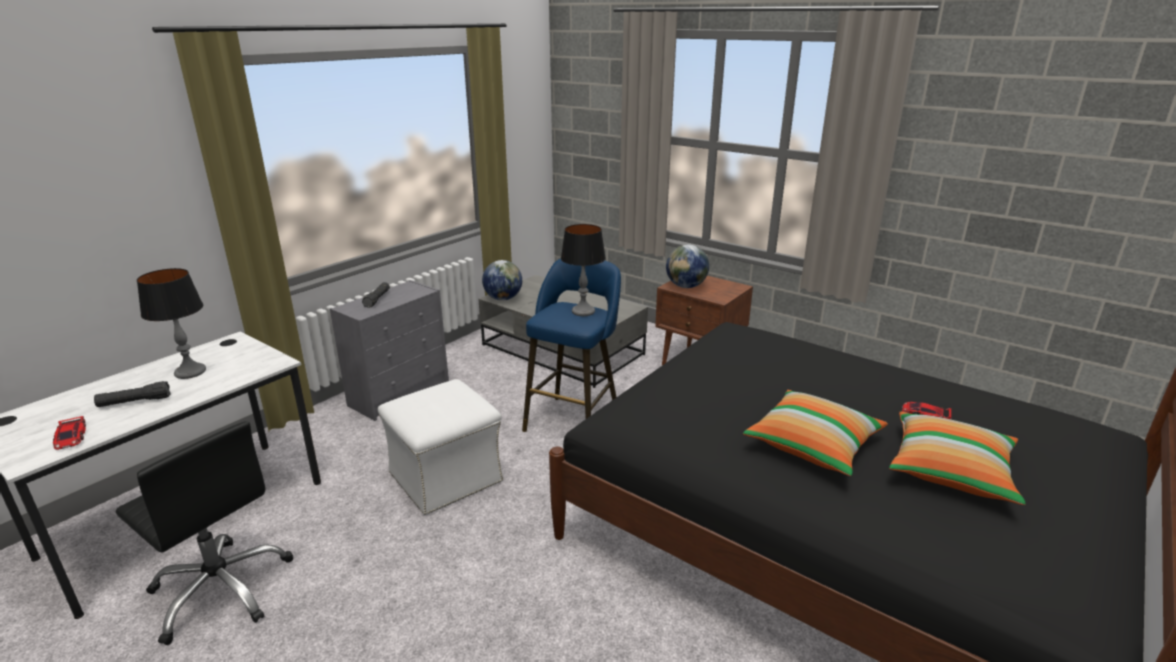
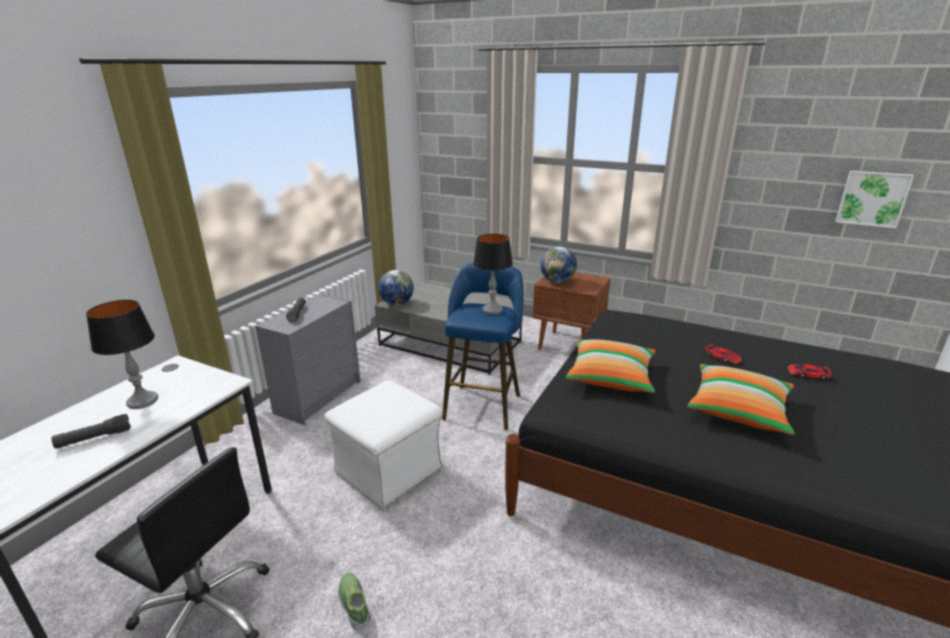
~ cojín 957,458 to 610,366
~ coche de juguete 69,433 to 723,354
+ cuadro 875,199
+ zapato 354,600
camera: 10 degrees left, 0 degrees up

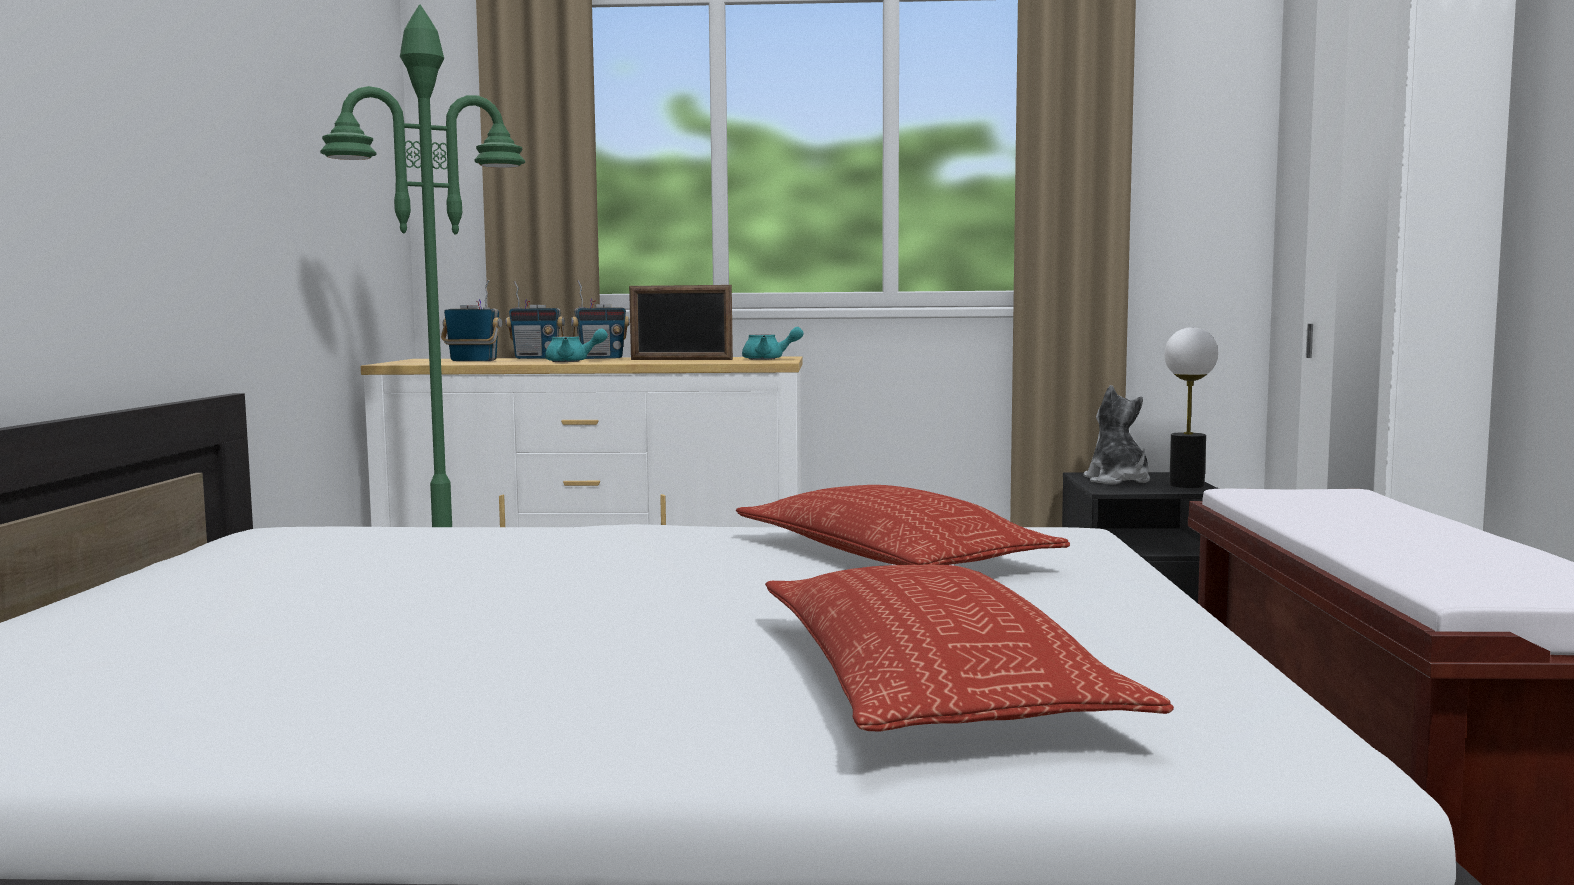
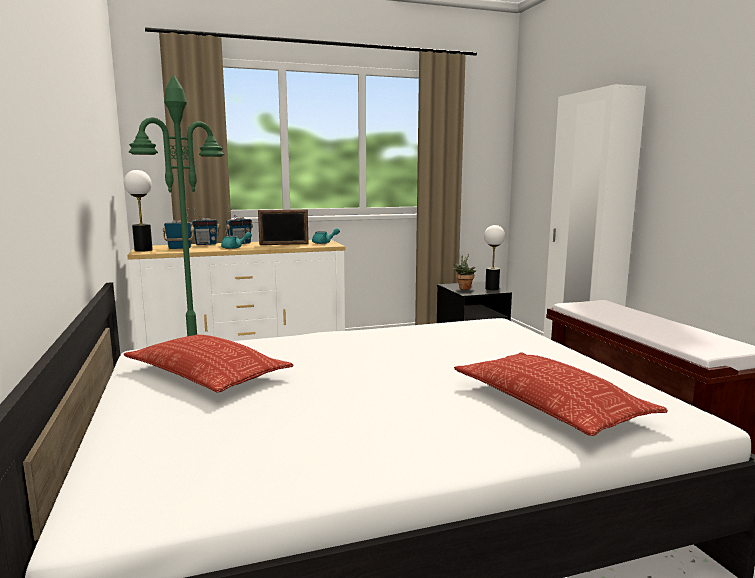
~ peluche 1116,435 to planta en maceta 464,271
~ cojín 903,525 to 208,363
+ lámpara de mesa 138,211
camera: 20 degrees left, 5 degrees up

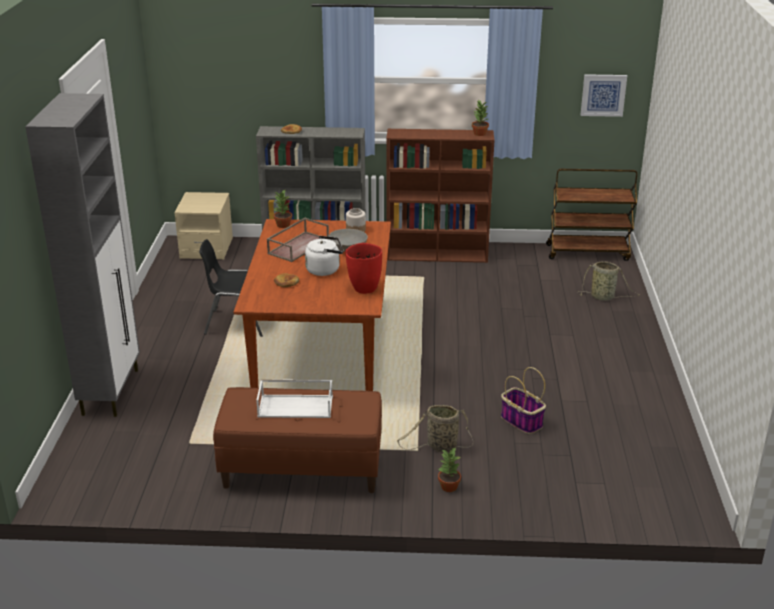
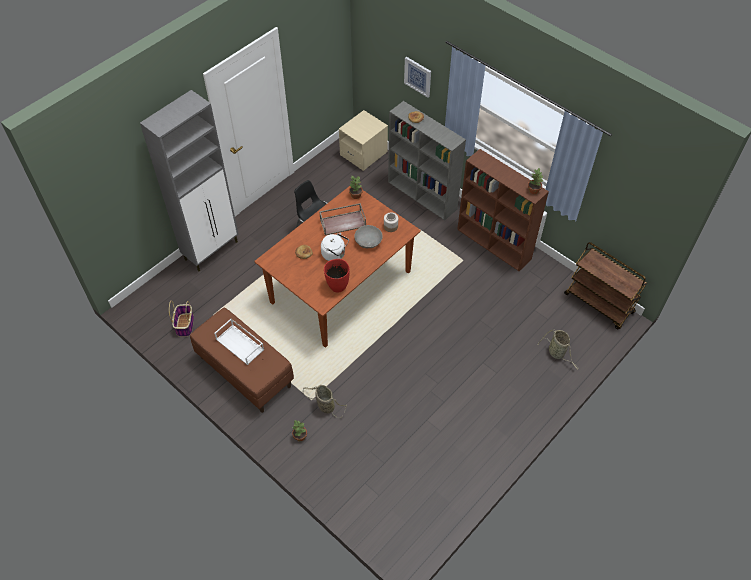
~ cuadro 604,95 to 417,77
~ cesta 523,400 to 181,318
camera: 40 degrees right, 25 degrees up

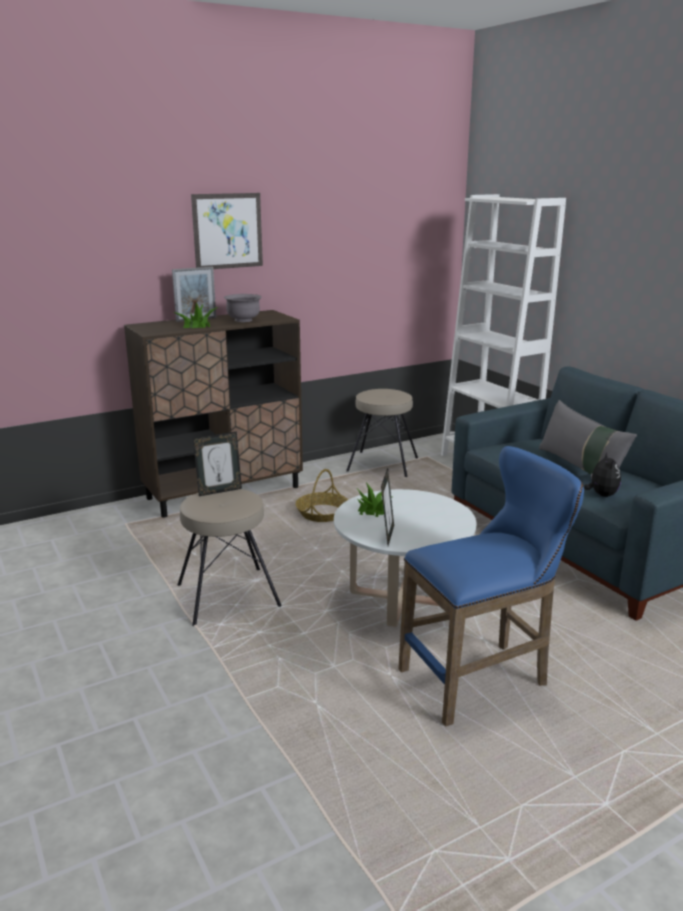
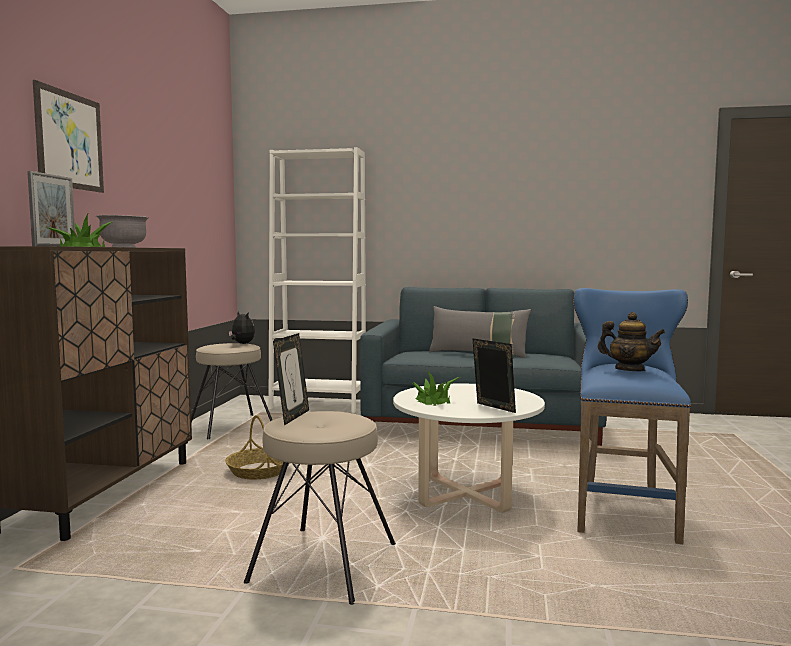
~ peluche 602,475 to 242,327
+ tetera 632,341
camera: 50 degrees left, 15 degrees down

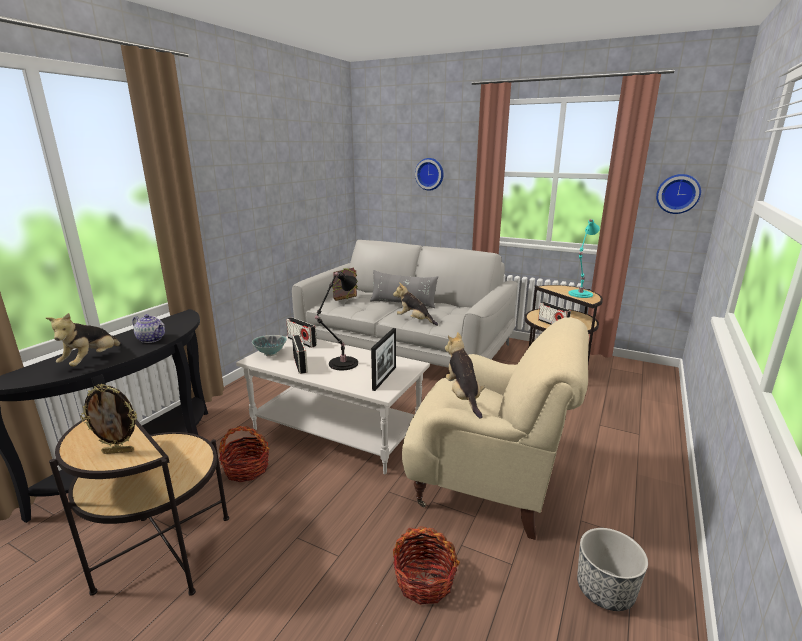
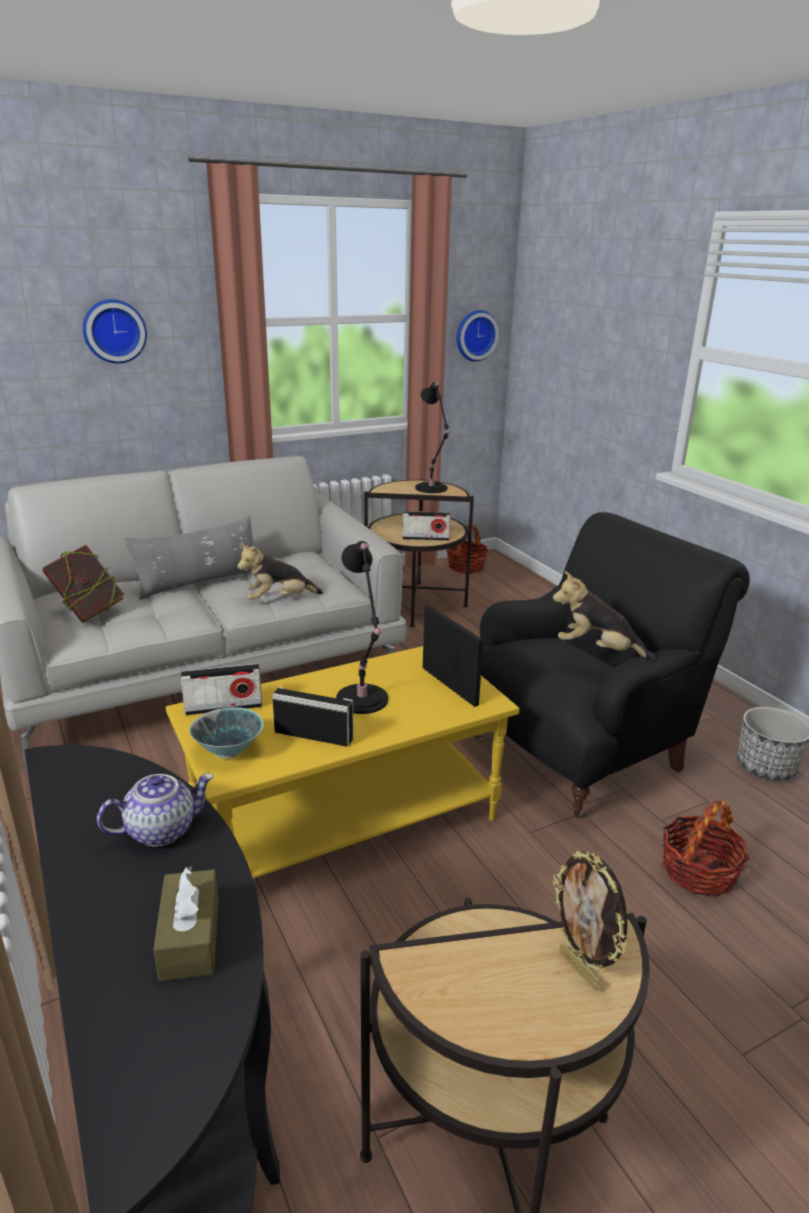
~ lámpara de mesa (turquesa) 584,258 to lámpara de mesa (negro) 433,437
~ peluche 84,339 to caja de pañuelos (marrón) 186,923
~ sillón (beis) 495,428 to sillón (negro) 612,665
~ mesa de centro (blanco) 333,405 to mesa de centro (amarillo) 343,762
~ portarretratos 108,419 = 590,920 120 degrees clockwise
~ cesta 244,454 to 468,549
camera: 55 degrees left, 5 degrees up

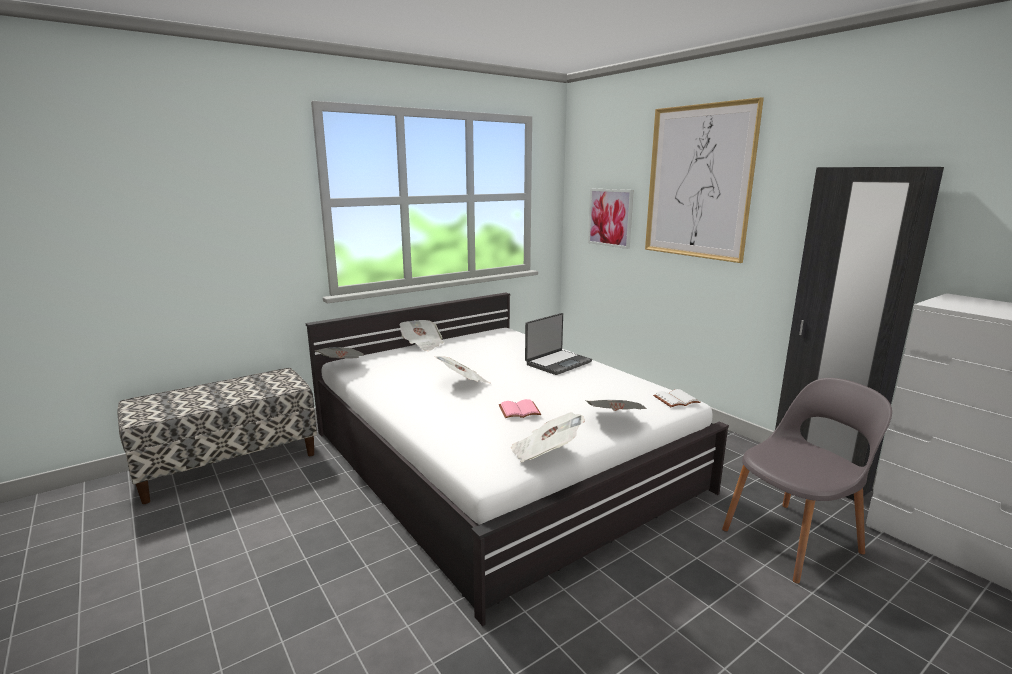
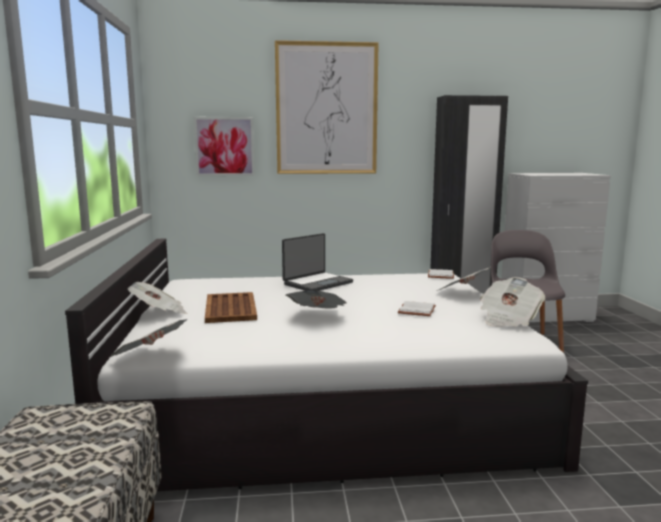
~ portátil 558,344 = 317,262 60 degrees clockwise
~ libro (rosa) 520,408 to libro (blanco) 417,308
+ bandeja (marrón) 231,307
camera: 60 degrees left, 5 degrees down

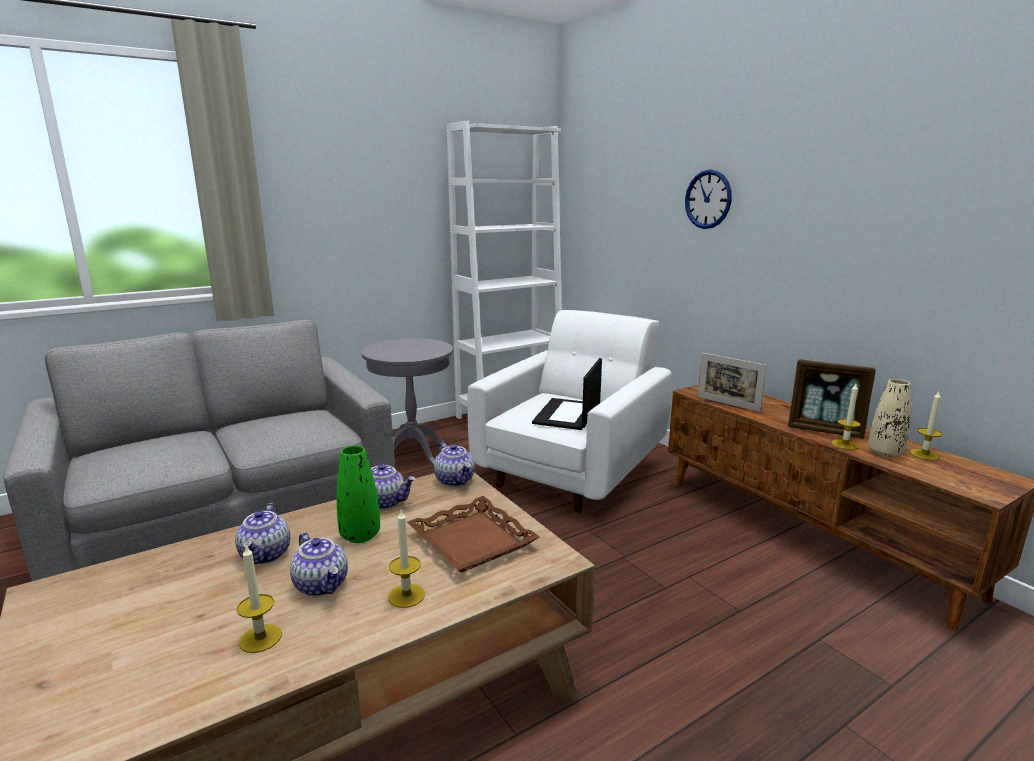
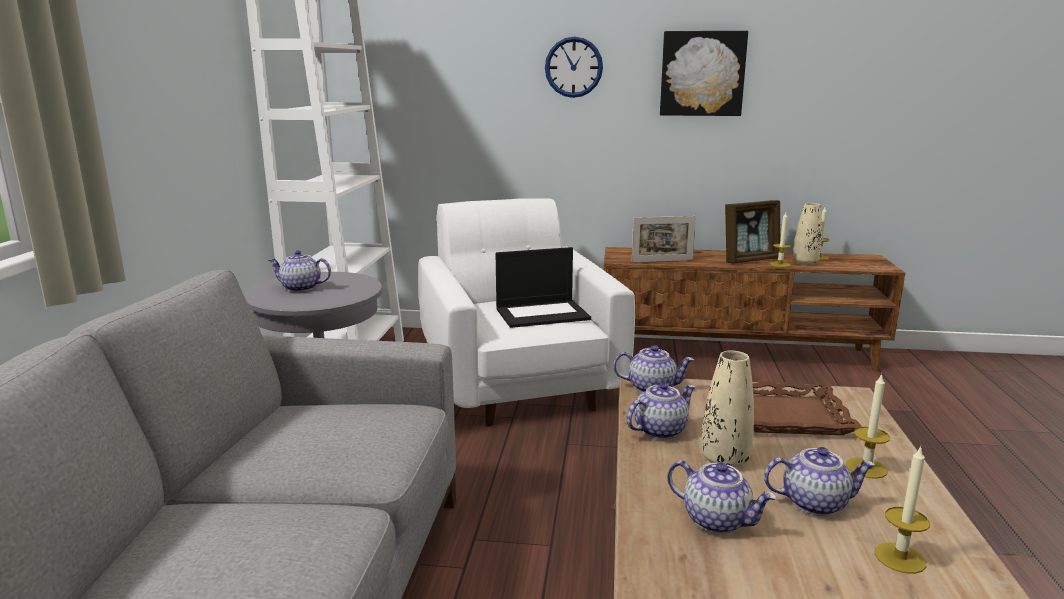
~ portátil 567,394 = 543,287 75 degrees counterclockwise
~ florero (verde) 358,494 to florero (beis) 727,409
+ cuadro 704,73
+ tetera 299,271
camera: 50 degrees left, 0 degrees up

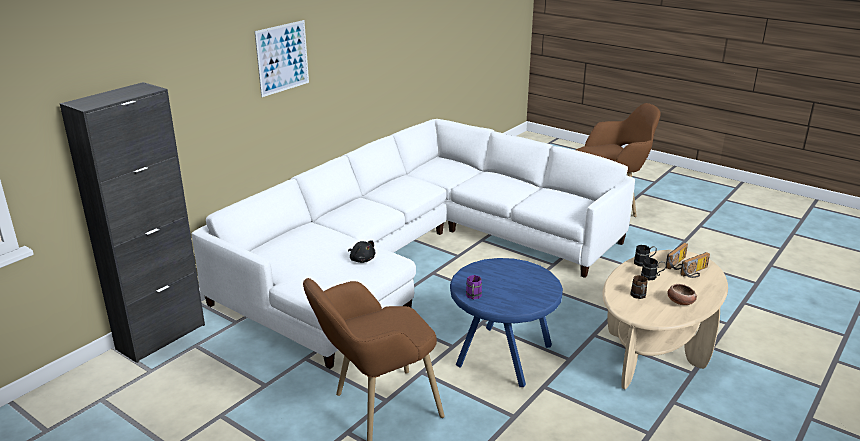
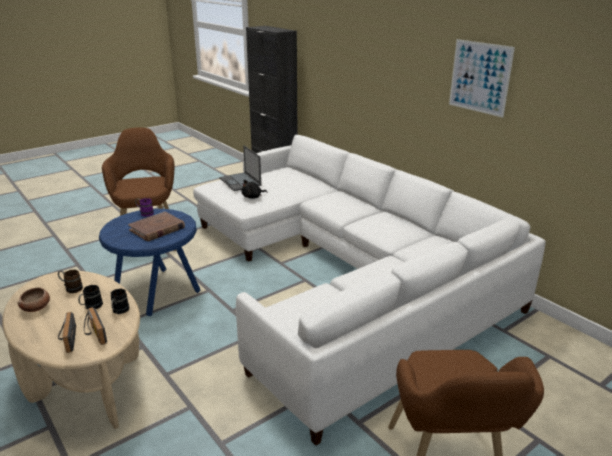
~ cuadro 282,58 to 482,78
+ portátil 240,168
+ libro (marrón) 156,226
camera: 105 degrees right, 0 degrees up

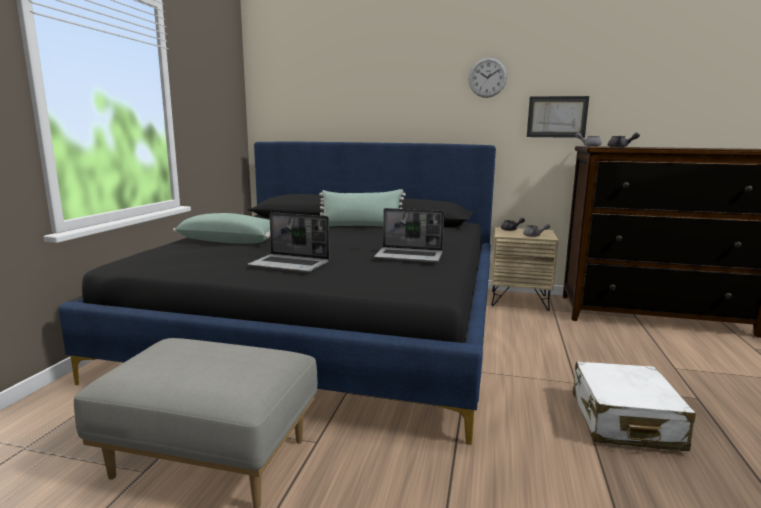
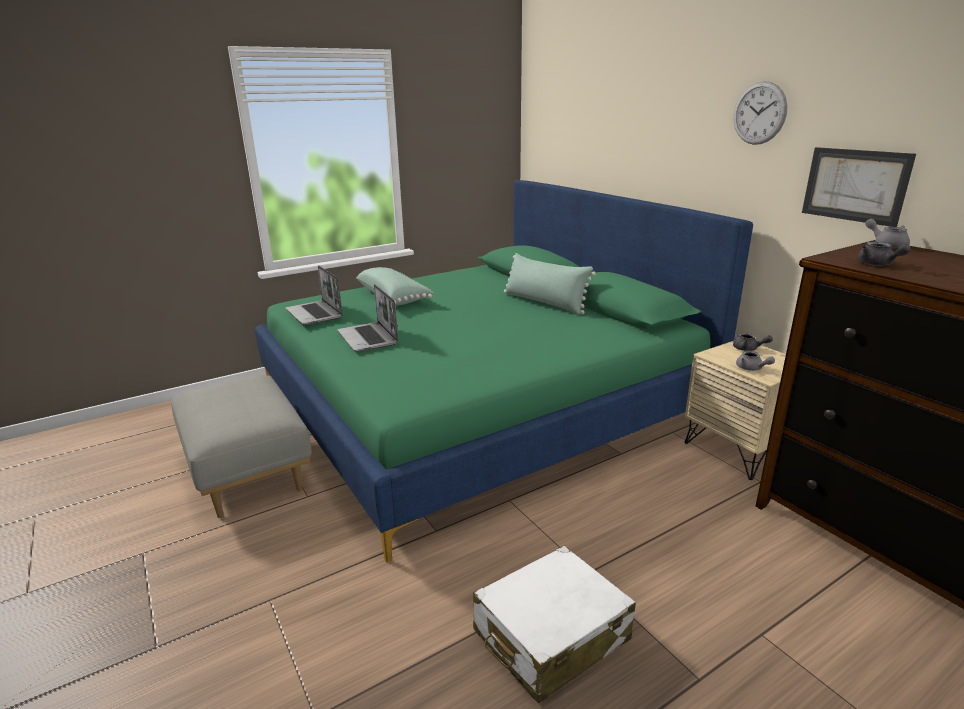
~ cama (negro) 277,293 to cama (verde) 504,371
~ portátil 409,235 to 314,295
camera: 45 degrees right, 10 degrees up

